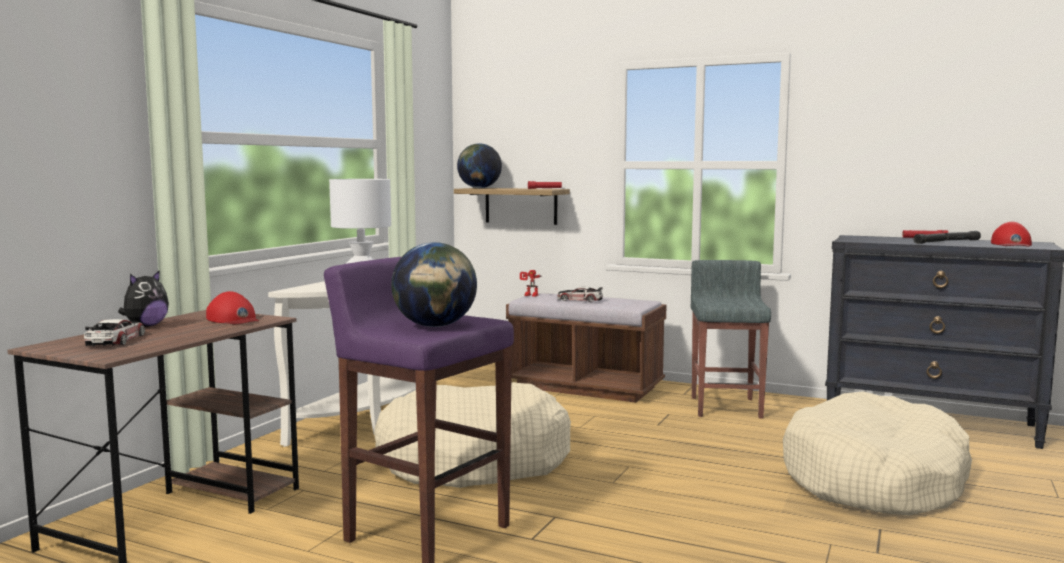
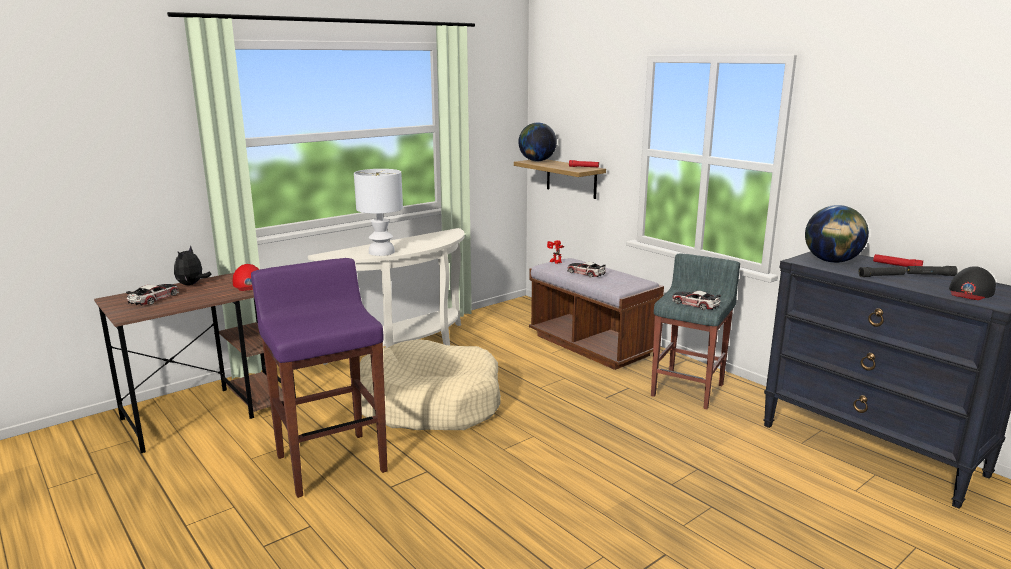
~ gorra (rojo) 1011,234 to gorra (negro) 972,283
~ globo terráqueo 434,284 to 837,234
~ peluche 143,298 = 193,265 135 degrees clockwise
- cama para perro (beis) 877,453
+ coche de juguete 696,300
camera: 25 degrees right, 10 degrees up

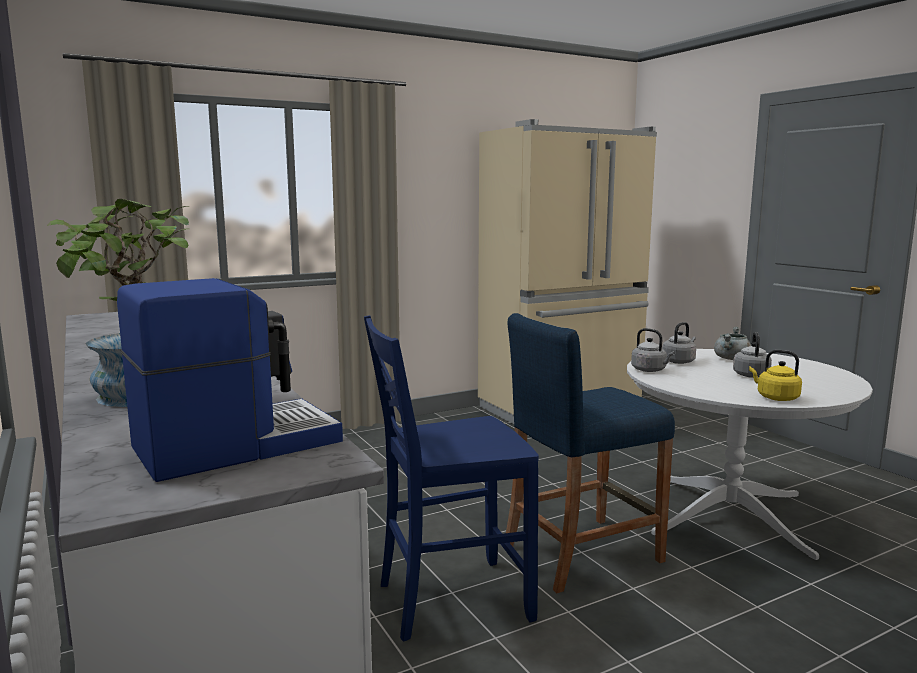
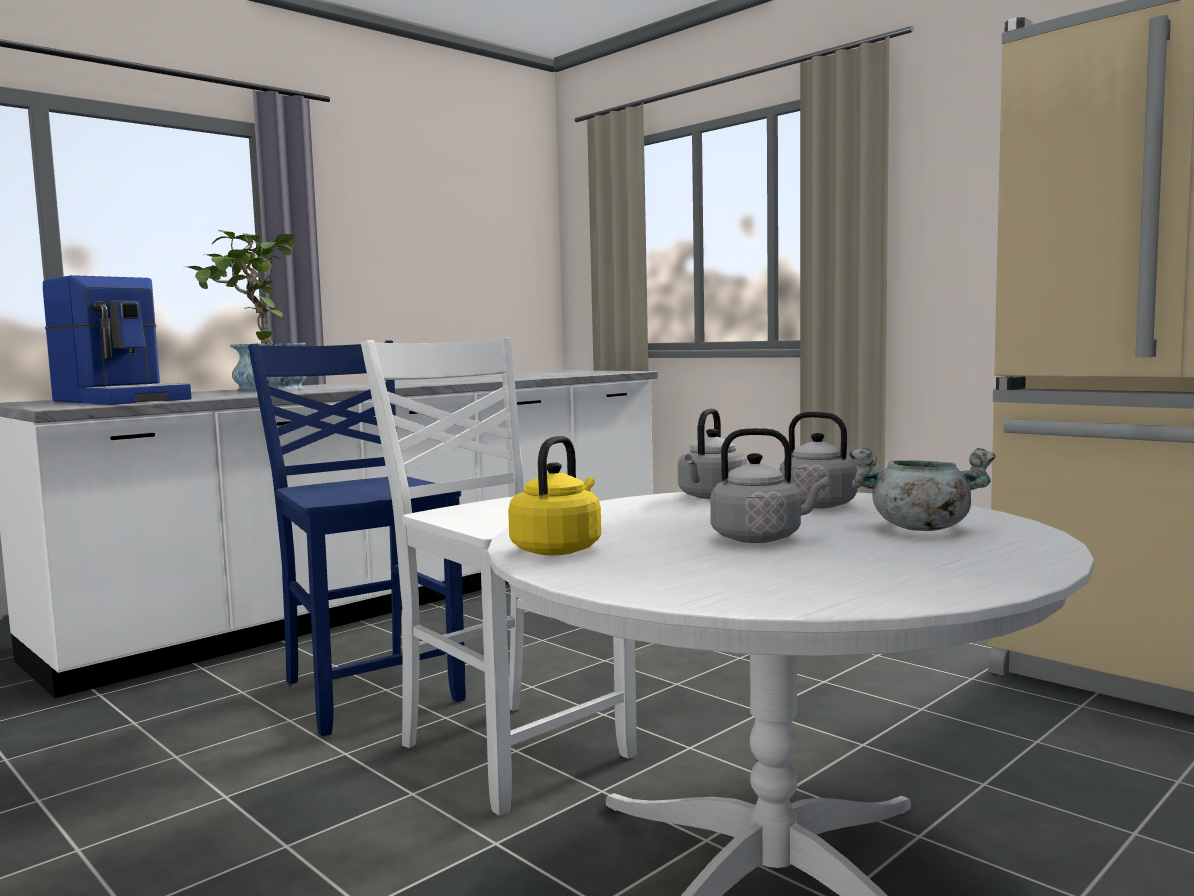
~ taburete (azul) 590,453 to silla (blanco) 499,576
camera: 75 degrees right, 5 degrees down

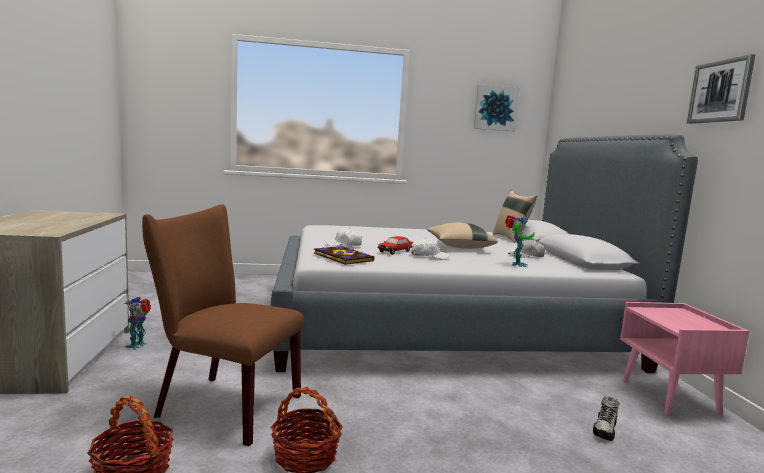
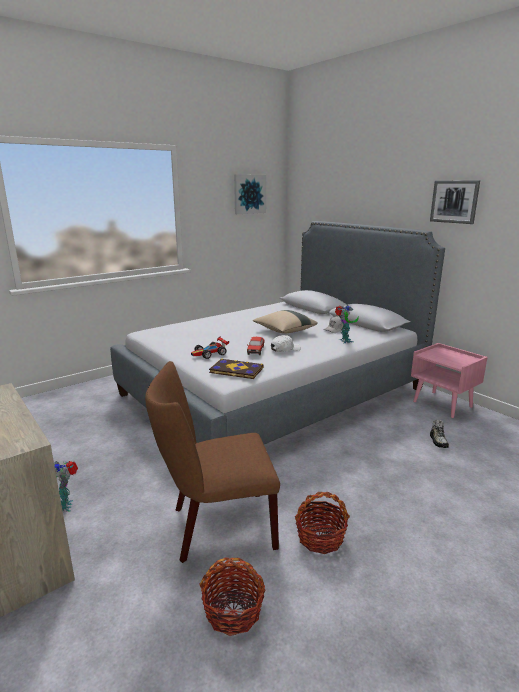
- cojín (beis) 515,217
~ gorra (blanco) 344,237 to coche de juguete 210,347
camera: 30 degrees left, 10 degrees up

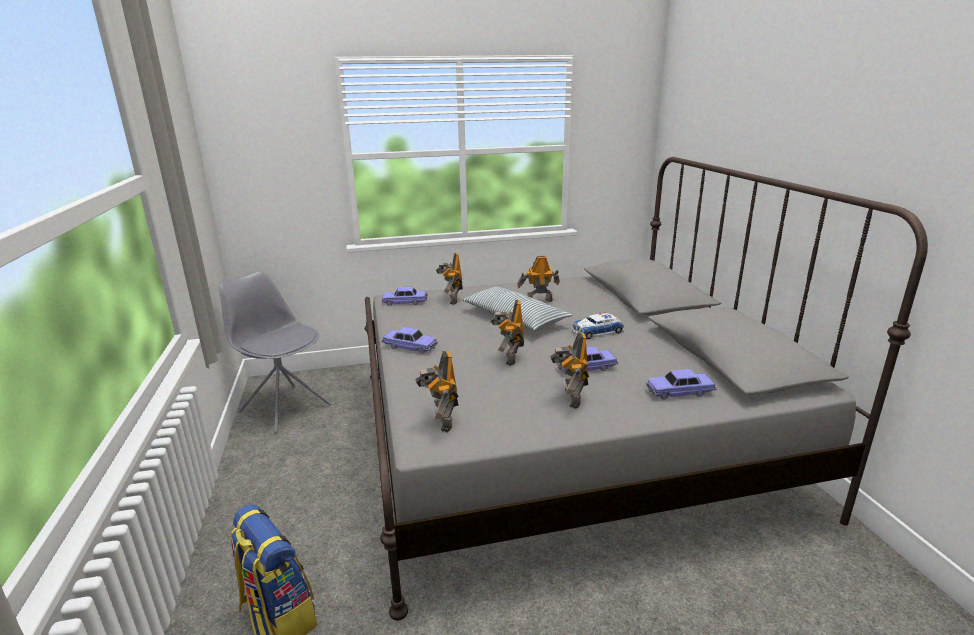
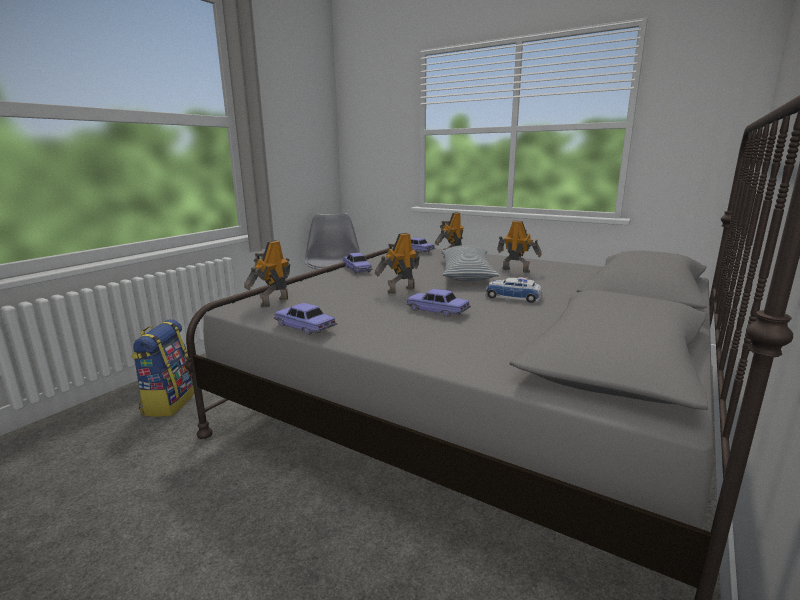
- robot de juguete 569,370
~ coche de juguete 681,384 to 305,319
camera: 45 degrees right, 5 degrees down

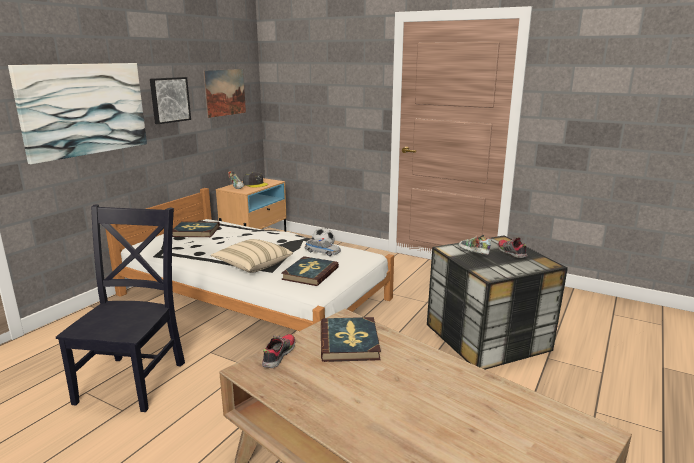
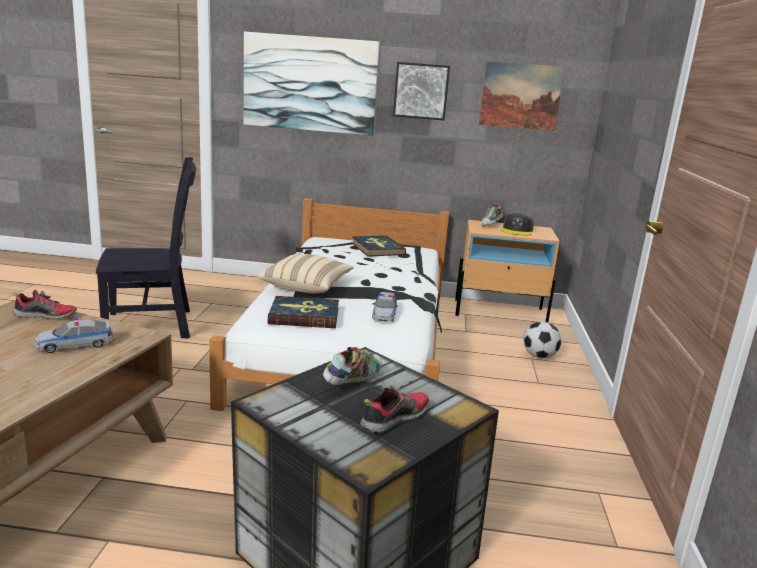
~ libro 351,339 to coche de juguete 74,335
camera: 65 degrees right, 0 degrees up

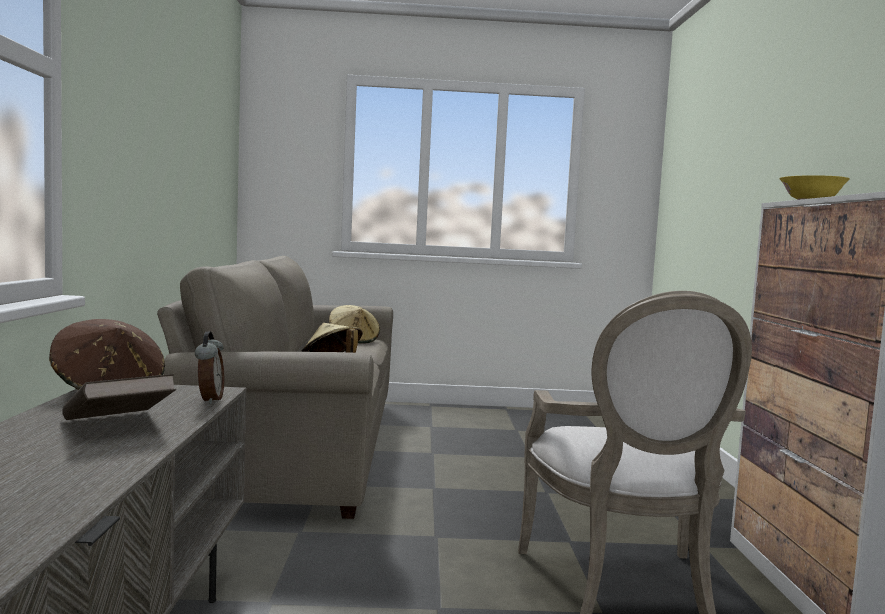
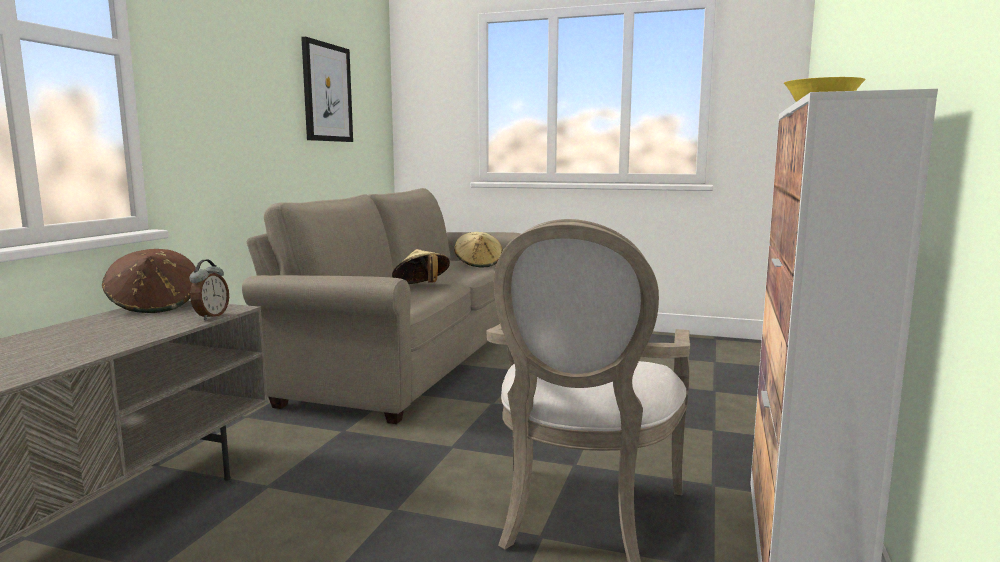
- libro (marrón) 119,397
+ cuadro 327,89
camera: 20 degrees right, 5 degrees up

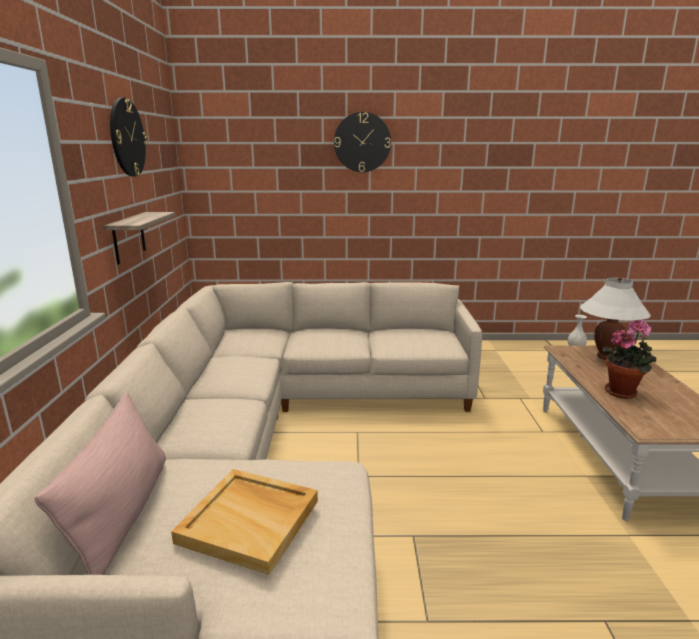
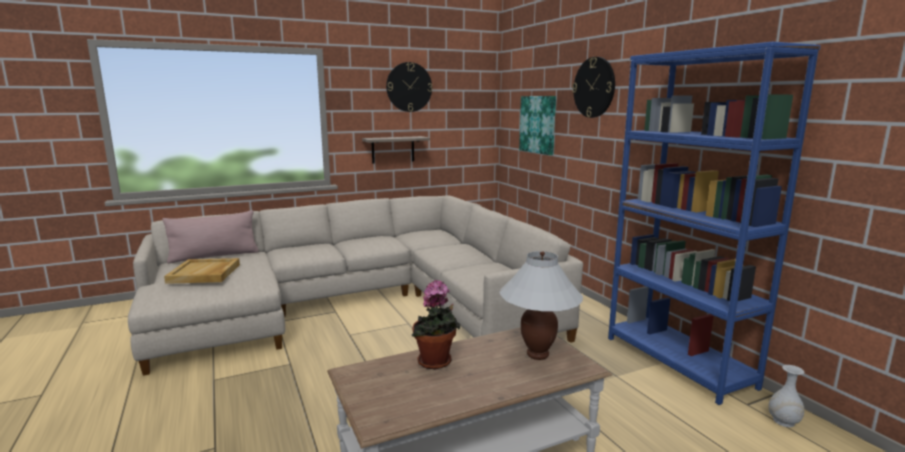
+ estantería (azul) 714,223
+ cuadro 537,125
camera: 65 degrees right, 5 degrees down

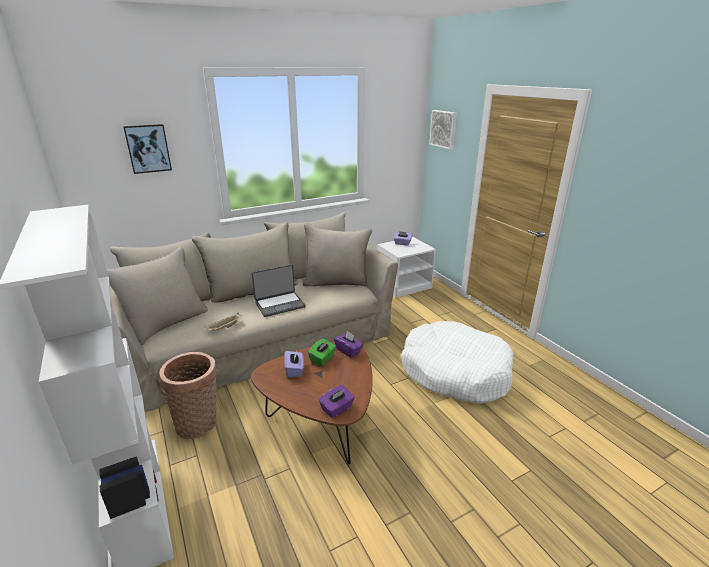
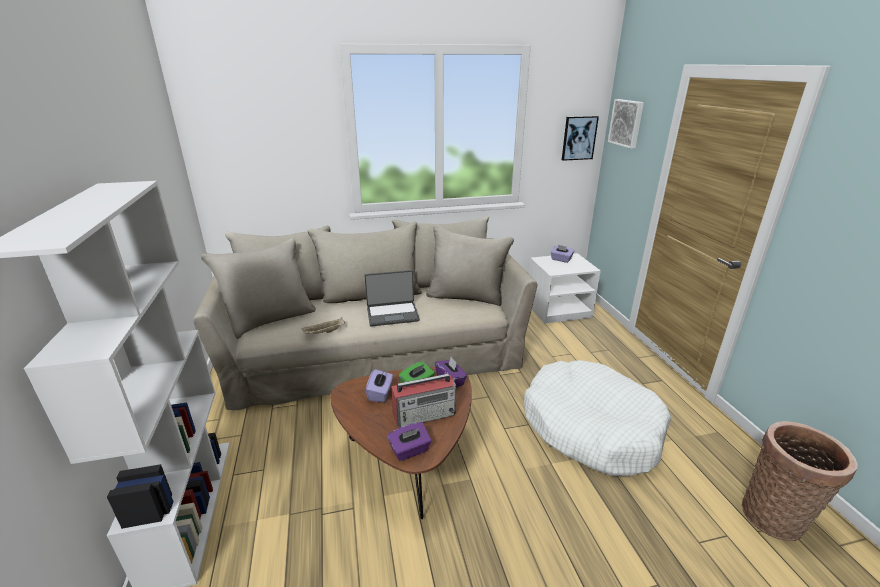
~ cuadro 147,149 to 580,138
~ cesta 188,395 to 800,481
+ radio 423,400
camera: 15 degrees right, 0 degrees up

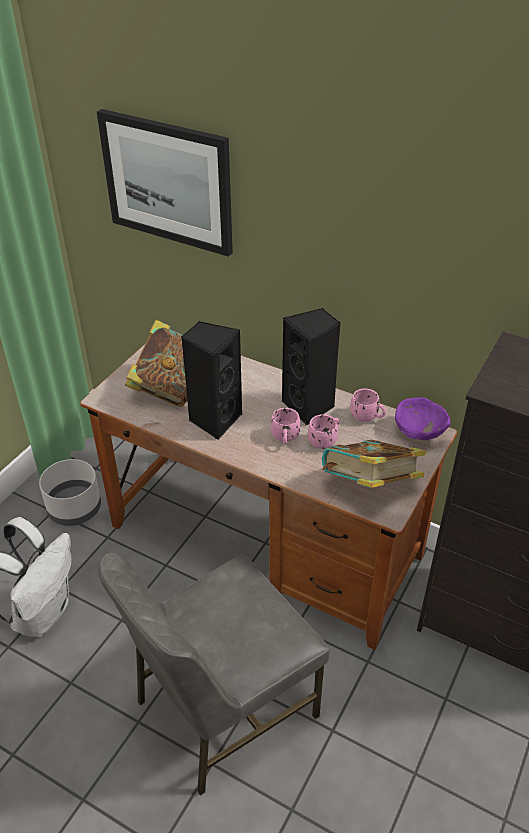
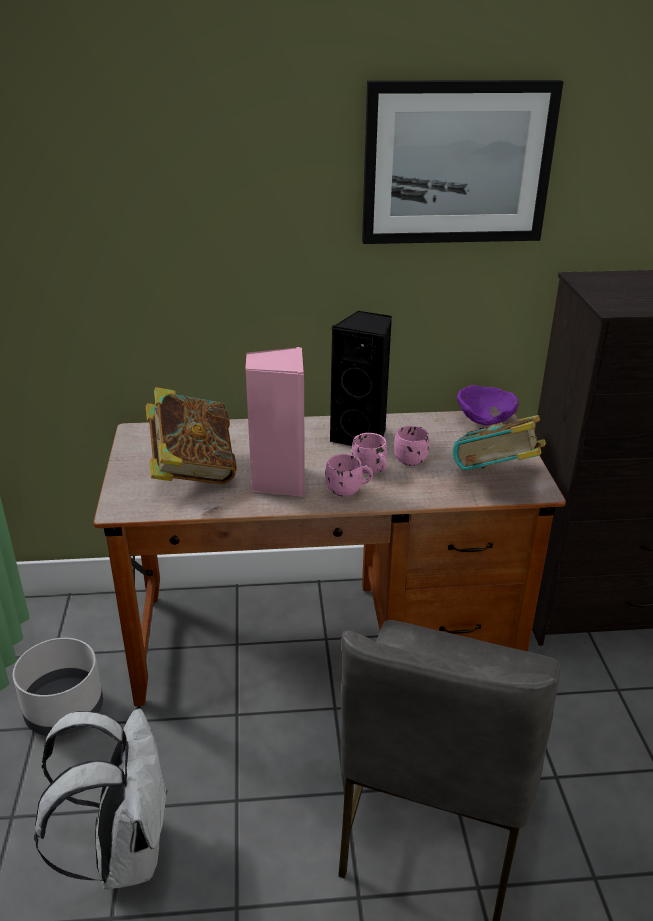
~ cuadro 165,183 to 463,162
~ altavoz (negro) 212,380 to altavoz (rosa) 275,422
~ taza grande (rosa) 368,405 to 349,475
camera: 35 degrees left, 10 degrees down

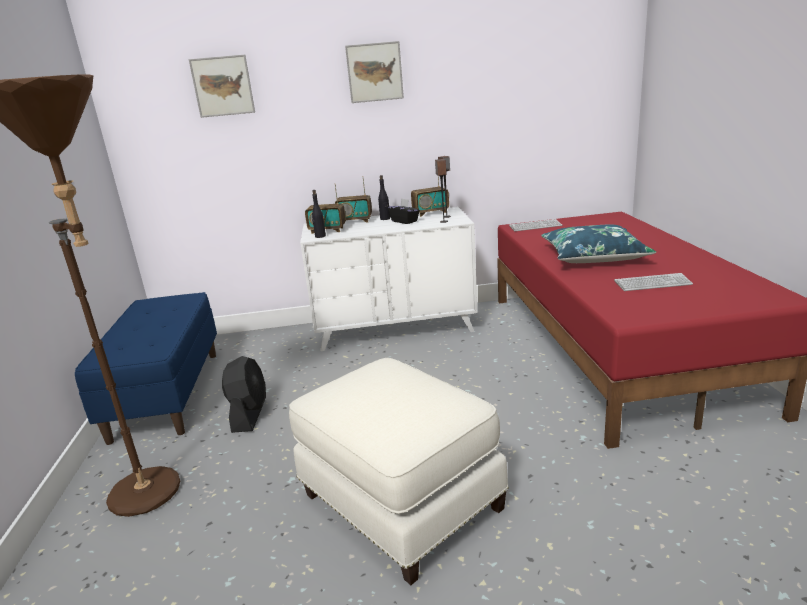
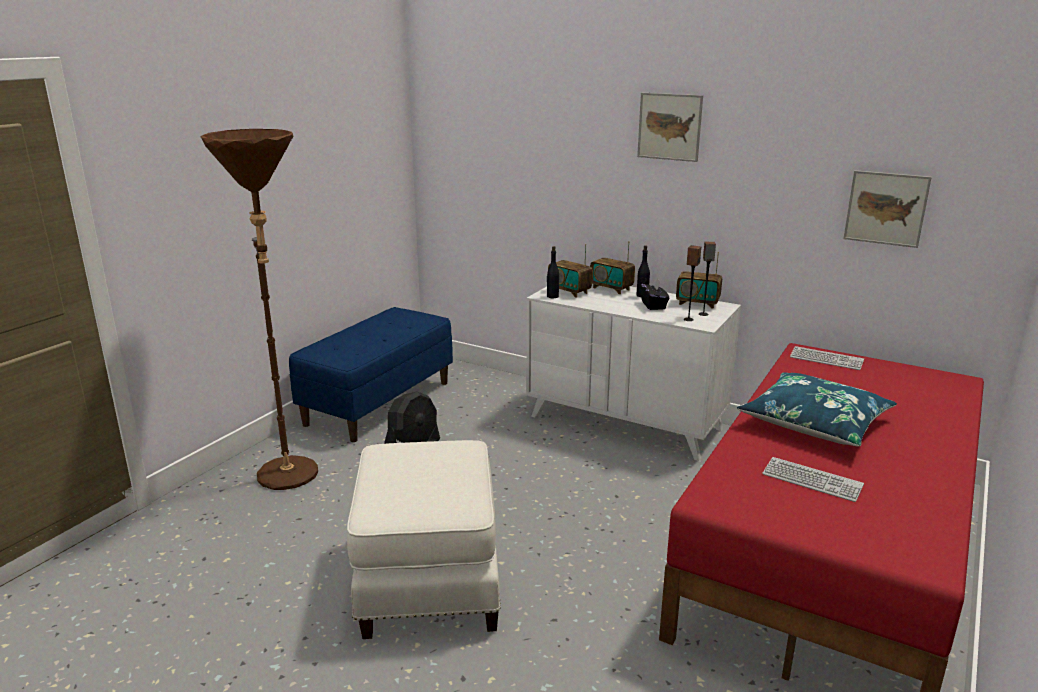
~ cuadro 222,86 to 887,209
camera: 35 degrees right, 0 degrees up

